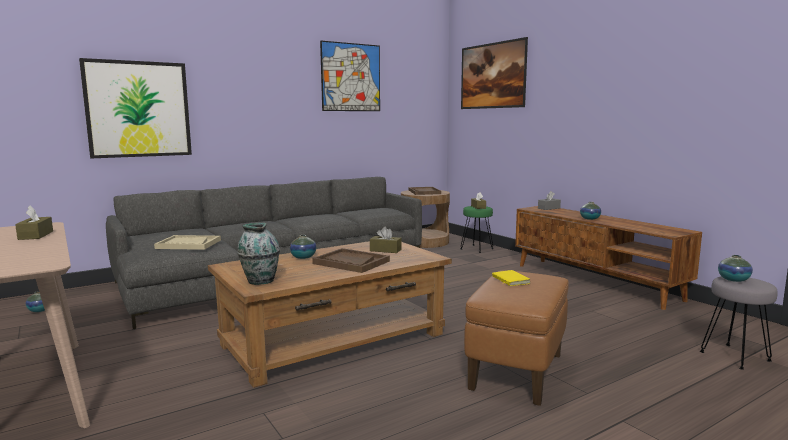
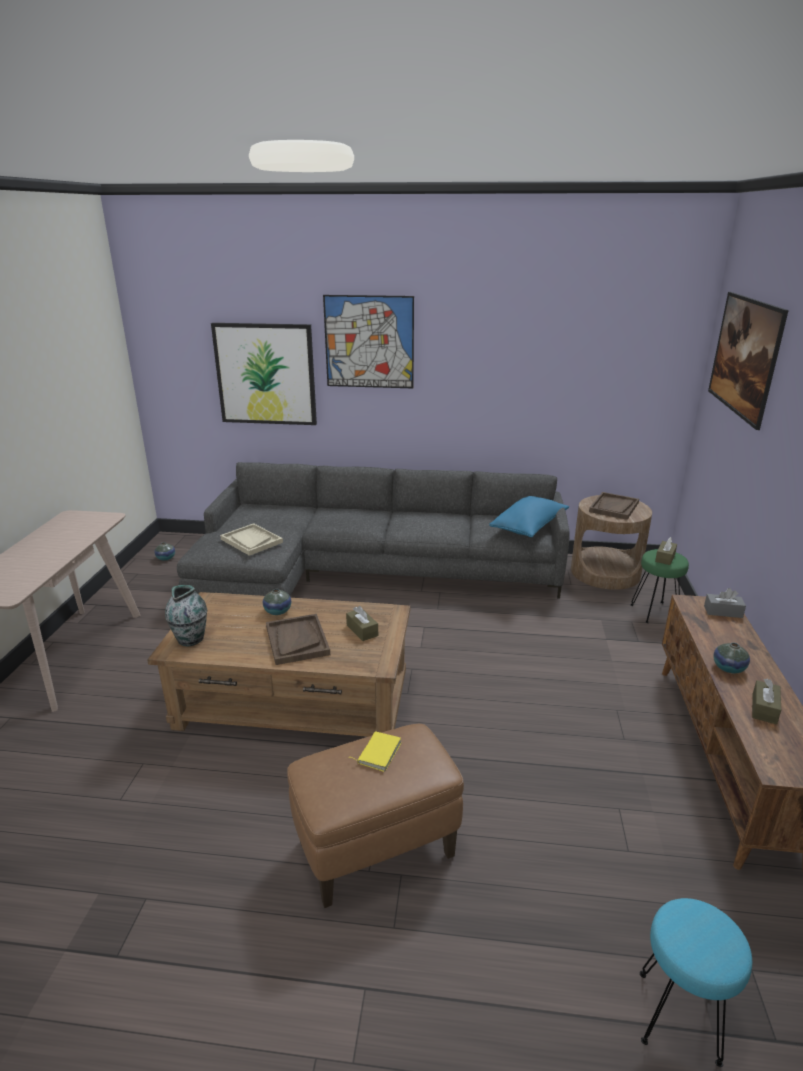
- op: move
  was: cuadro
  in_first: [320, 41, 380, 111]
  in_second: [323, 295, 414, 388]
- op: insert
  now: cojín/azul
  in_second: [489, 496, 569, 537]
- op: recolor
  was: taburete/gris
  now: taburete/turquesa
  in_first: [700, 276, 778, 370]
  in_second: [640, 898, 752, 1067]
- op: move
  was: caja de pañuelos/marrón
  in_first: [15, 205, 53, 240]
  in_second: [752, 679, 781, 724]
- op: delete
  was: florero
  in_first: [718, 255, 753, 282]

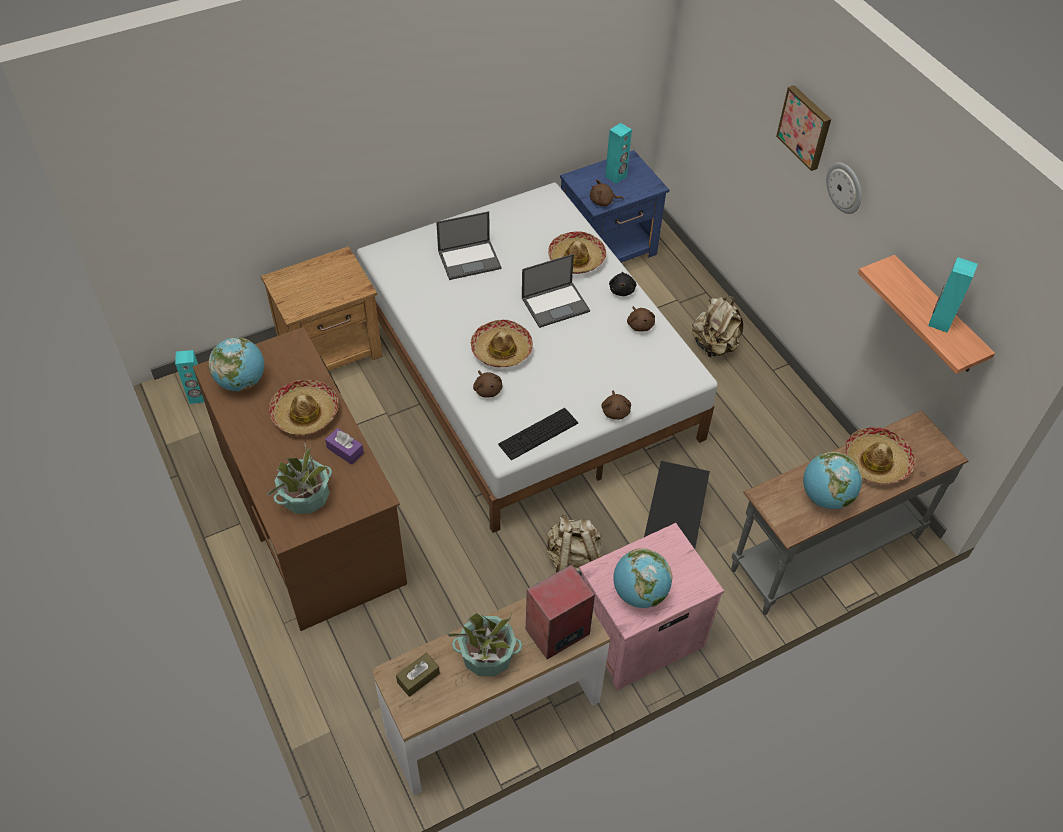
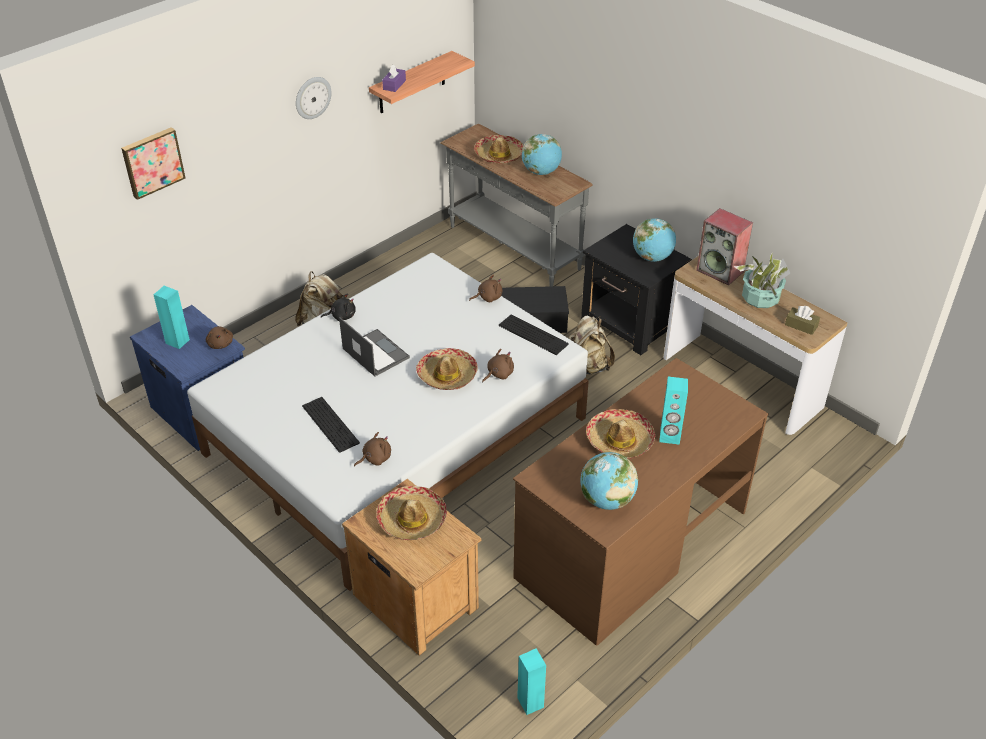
- op: move
  was: cuadro
  in_first: [776, 85, 831, 171]
  in_second: [121, 127, 185, 200]
- op: replace
  was: portátil
  now: teclado
  in_first: [436, 211, 501, 280]
  in_second: [302, 397, 360, 453]
- op: move
  was: peluche/marrón
  in_first: [627, 306, 655, 332]
  in_second: [354, 432, 391, 467]
- op: move
  was: sombrero
  in_first: [548, 231, 606, 274]
  in_second: [376, 486, 447, 540]
- op: move
  was: caja de pañuelos/morado
  in_first: [325, 428, 364, 465]
  in_second: [382, 64, 406, 92]
- op: recolor
  was: mesita de noche/rosa
  now: mesita de noche/negro
  in_first: [579, 523, 724, 690]
  in_second: [581, 224, 692, 355]
- op: move
  was: altavoz/turquesa
  in_first: [928, 257, 978, 333]
  in_second: [659, 377, 688, 445]
- op: delete
  was: planta en maceta
  in_first: [266, 443, 332, 514]

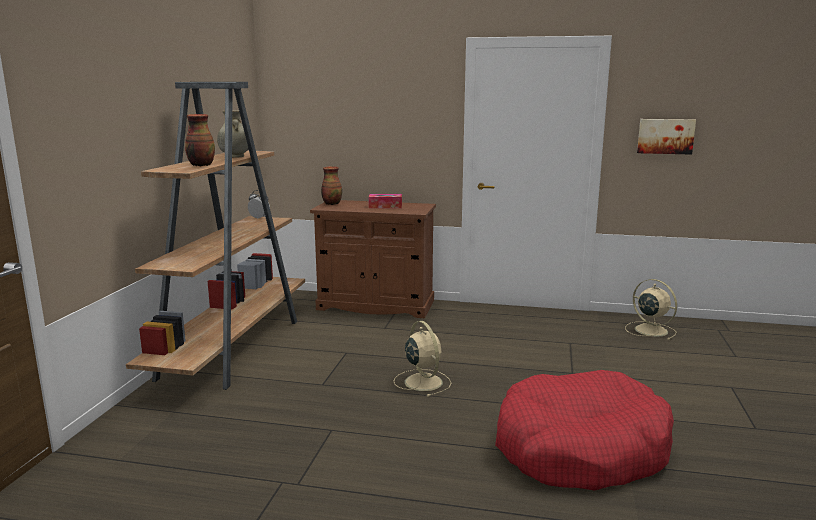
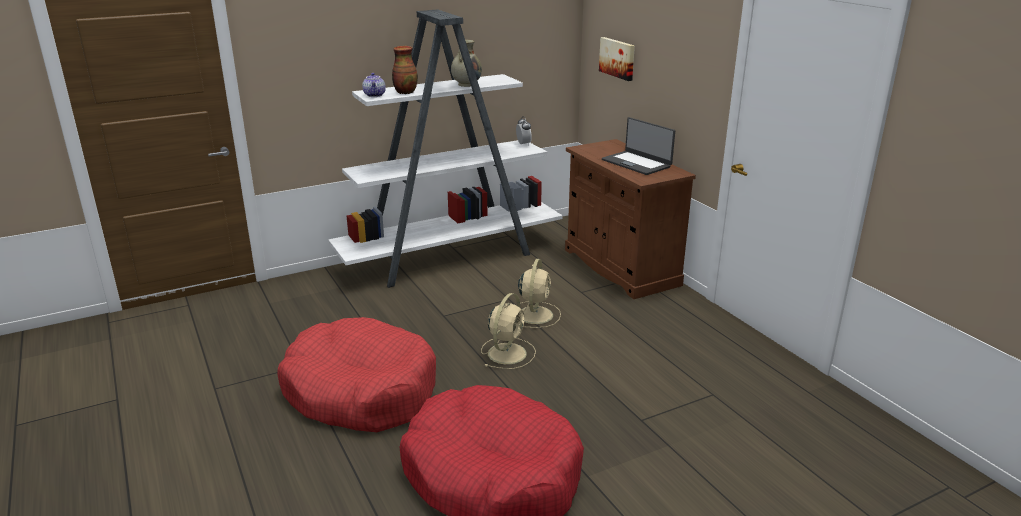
- op: insert
  now: cama para perro/rojo
  in_second: [277, 317, 436, 432]
- op: recolor
  was: estantería/marrón
  now: estantería/blanco
  in_first: [126, 82, 305, 390]
  in_second: [328, 9, 563, 288]
- op: insert
  now: tetera
  in_second: [362, 73, 386, 97]
- op: move
  was: ventilador/beis
  in_first: [625, 279, 677, 340]
  in_second: [516, 259, 561, 328]
- op: move
  was: cuadro
  in_first: [637, 119, 696, 155]
  in_second: [599, 37, 635, 81]
- op: replace
  was: caja de pañuelos
  now: portátil
  in_first: [369, 194, 402, 208]
  in_second: [602, 117, 675, 175]
- op: delete
  was: florero
  in_first: [321, 166, 342, 205]

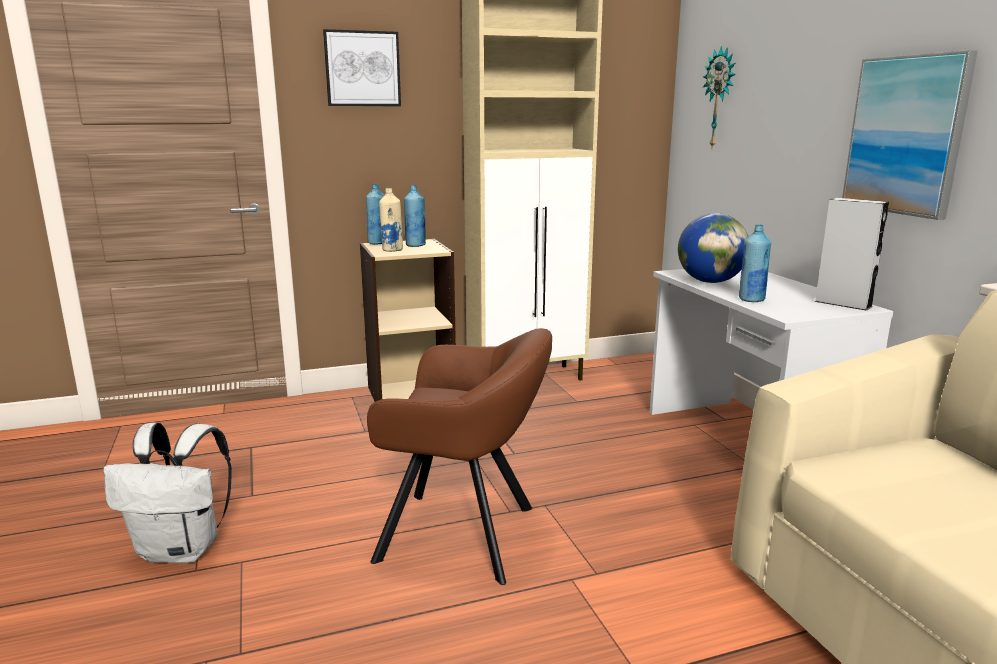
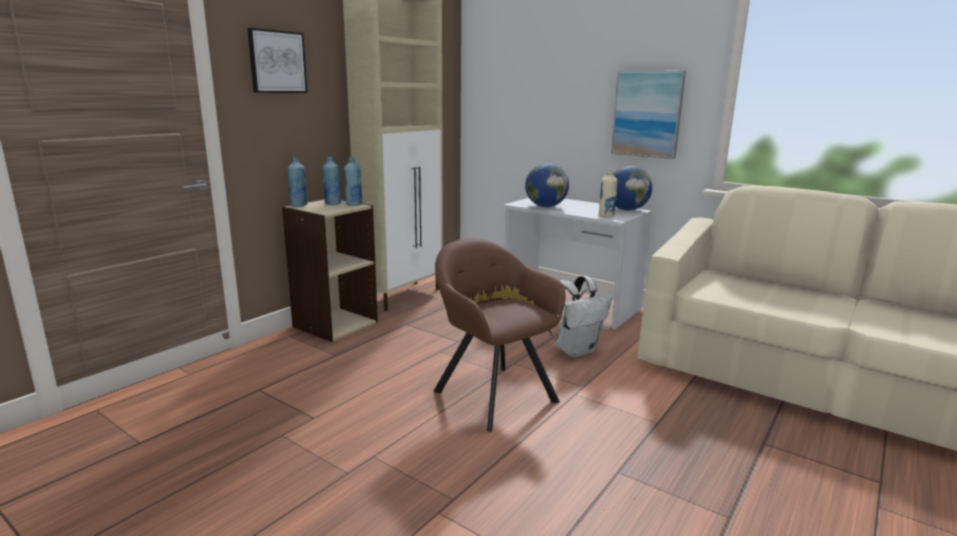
- op: move
  was: botella/azul
  in_first: [739, 225, 771, 302]
  in_second: [344, 157, 362, 206]
- op: rotate
  was: sillón/marrón
  in_first: [367, 328, 552, 585]
  in_second: [433, 238, 566, 432]
  clockwise: -105
- op: move
  was: mochila/blanco
  in_first: [103, 423, 232, 563]
  in_second: [548, 276, 612, 358]
- op: move
  was: botella/beis
  in_first: [379, 188, 403, 252]
  in_second: [599, 170, 617, 217]
- op: replace
  was: altavoz/gris
  now: globo terráqueo
  in_first: [814, 198, 889, 311]
  in_second: [613, 166, 652, 210]
- op: delete
  was: reloj de pared
  in_first: [703, 46, 736, 148]

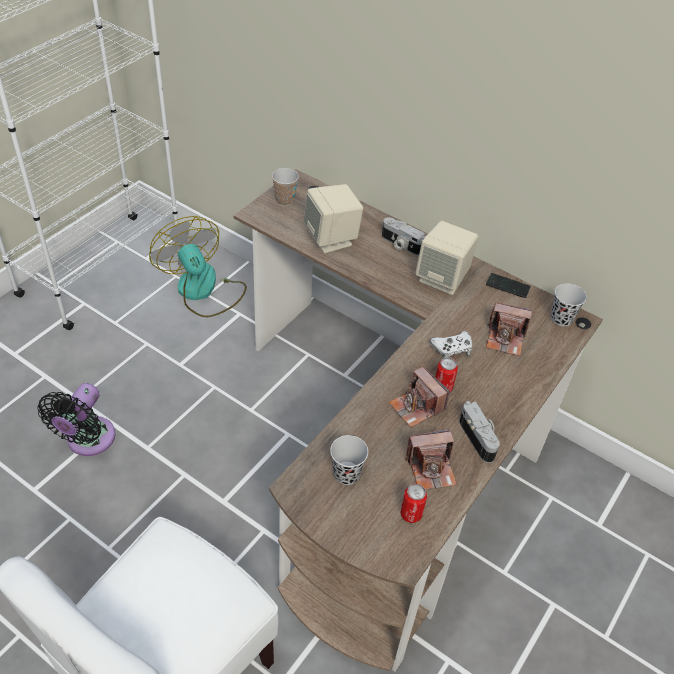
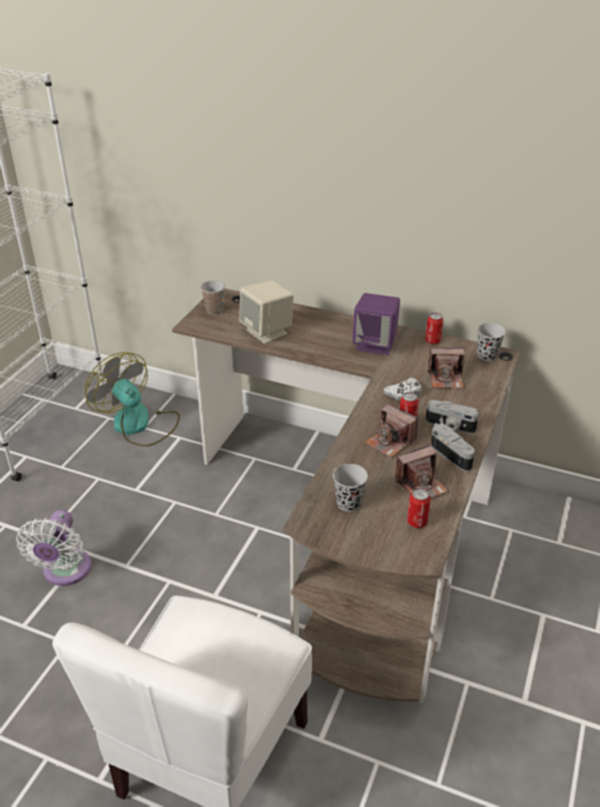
- op: recolor
  was: ventilador/negro
  now: ventilador/blanco
  in_first: [38, 383, 115, 456]
  in_second: [16, 510, 91, 586]
- op: recolor
  was: altavoz/beis
  now: altavoz/morado
  in_first: [415, 221, 478, 295]
  in_second: [352, 293, 400, 355]
- op: replace
  was: móvil
  now: lata
  in_first: [486, 273, 531, 298]
  in_second: [425, 313, 443, 344]
- op: move
  was: cámara
  in_first: [382, 217, 425, 256]
  in_second: [426, 400, 479, 434]

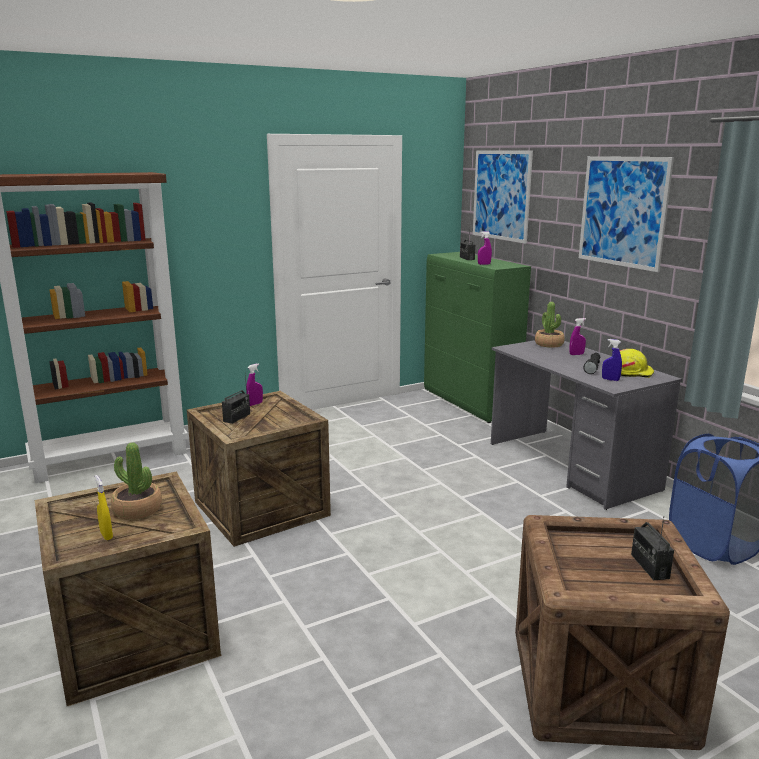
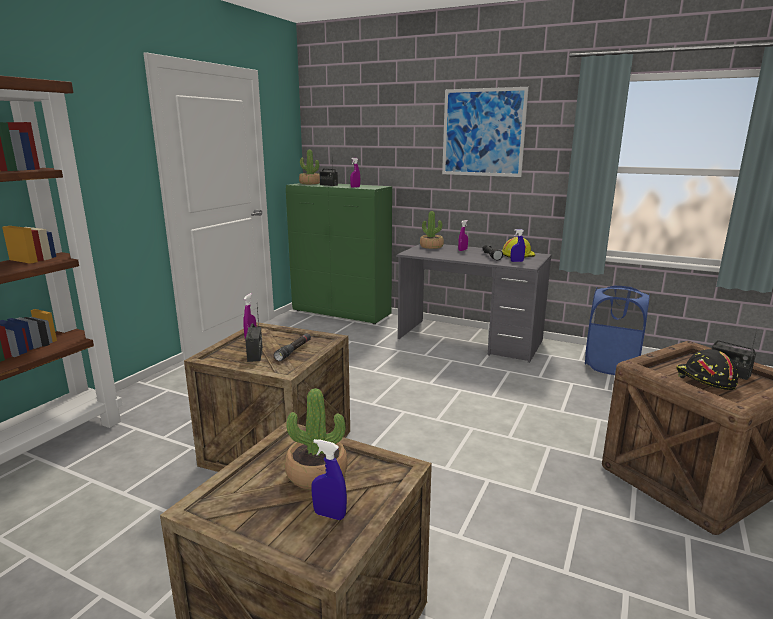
- op: insert
  now: linterna/negro
  in_second: [274, 333, 311, 361]
- op: insert
  now: planta en maceta
  in_second: [299, 150, 320, 184]
- op: recolor
  was: pulverizador/amarillo
  now: pulverizador/azul
  in_first: [95, 475, 113, 540]
  in_second: [311, 439, 347, 520]
- op: insert
  now: casco/negro
  in_second: [676, 349, 739, 390]
- op: delete
  was: cuadro
  in_first: [473, 150, 533, 244]

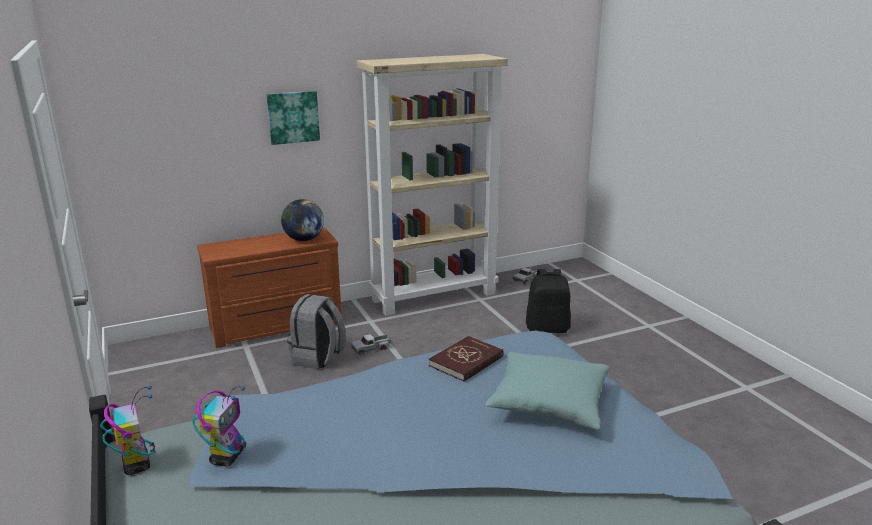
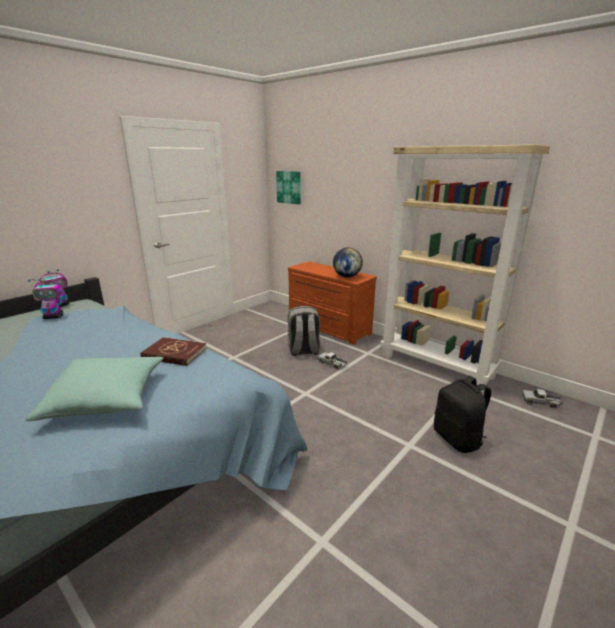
- op: move
  was: cuadro
  in_first: [266, 91, 320, 145]
  in_second: [276, 171, 301, 204]

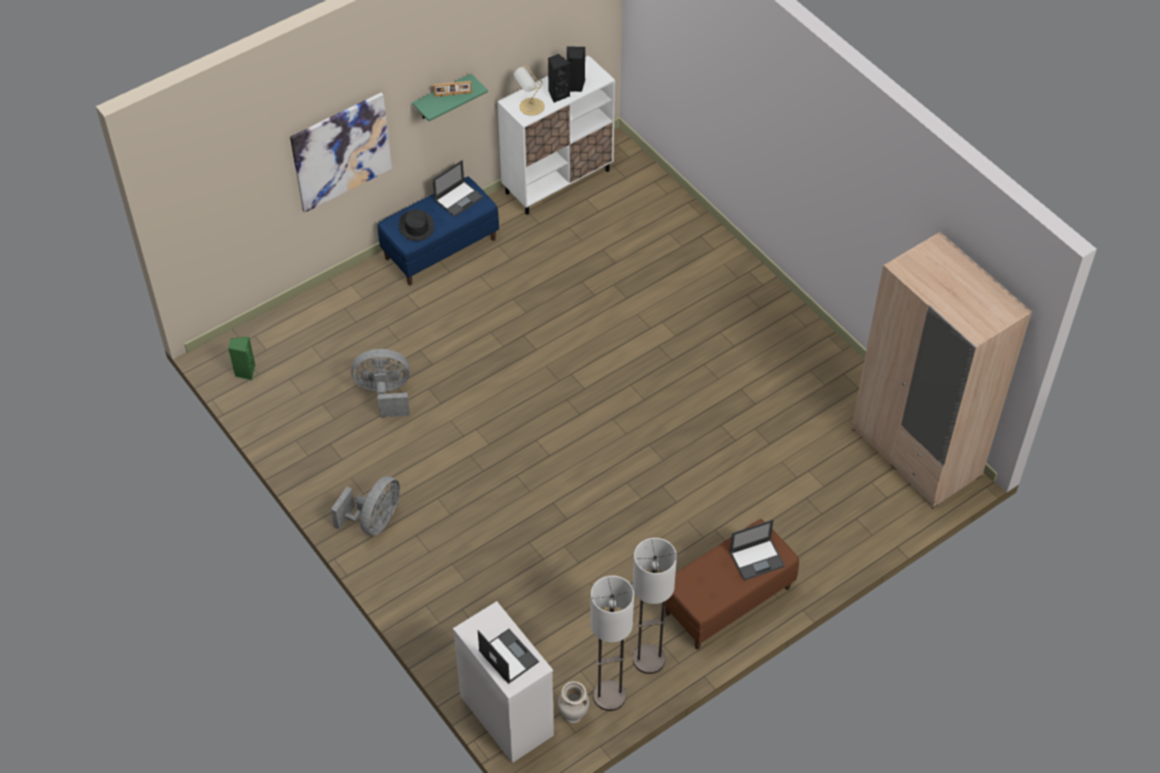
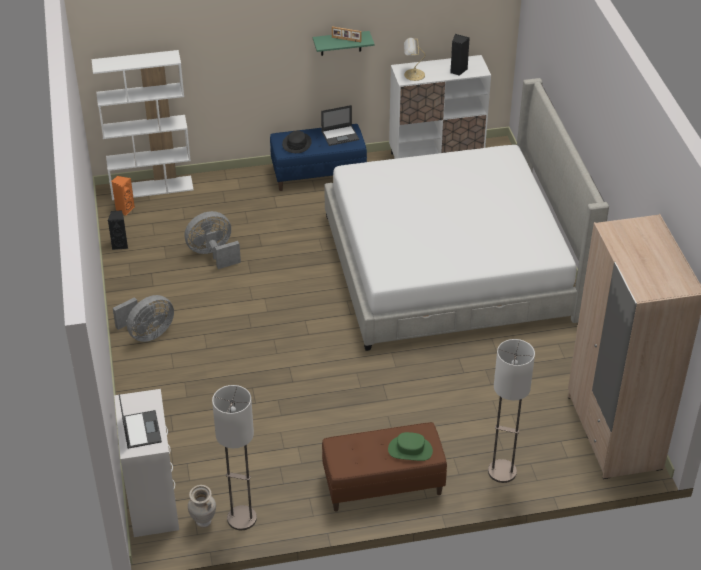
- op: insert
  now: estantería/blanco
  in_second: [91, 50, 194, 200]
- op: move
  was: altavoz/negro
  in_first: [548, 54, 570, 103]
  in_second: [108, 210, 128, 250]
- op: recolor
  was: altavoz/verde
  now: altavoz/naranja
  in_first: [228, 337, 255, 380]
  in_second: [112, 175, 135, 216]
- op: rotate
  was: ventilador/gris
  in_first: [351, 349, 410, 417]
  in_second: [185, 211, 241, 269]
  clockwise: -45
- op: insert
  now: cama
  in_second: [324, 78, 609, 351]
- op: replace
  was: portátil
  now: sombrero/verde
  in_first: [730, 520, 785, 581]
  in_second: [388, 432, 433, 461]
- op: move
  was: lámpara de pie
  in_first: [633, 538, 677, 674]
  in_second: [488, 339, 535, 483]
- op: delete
  was: cuadro
  in_first: [290, 93, 392, 213]

